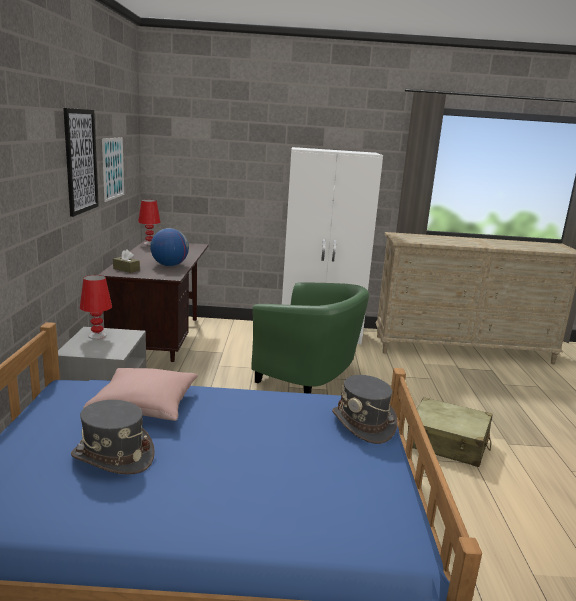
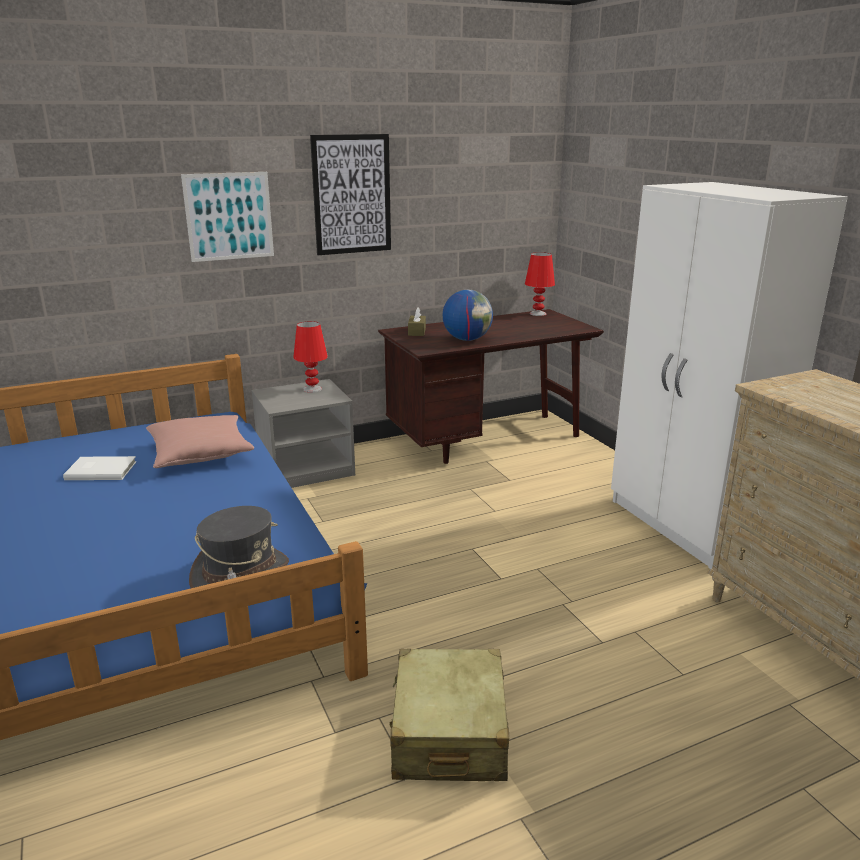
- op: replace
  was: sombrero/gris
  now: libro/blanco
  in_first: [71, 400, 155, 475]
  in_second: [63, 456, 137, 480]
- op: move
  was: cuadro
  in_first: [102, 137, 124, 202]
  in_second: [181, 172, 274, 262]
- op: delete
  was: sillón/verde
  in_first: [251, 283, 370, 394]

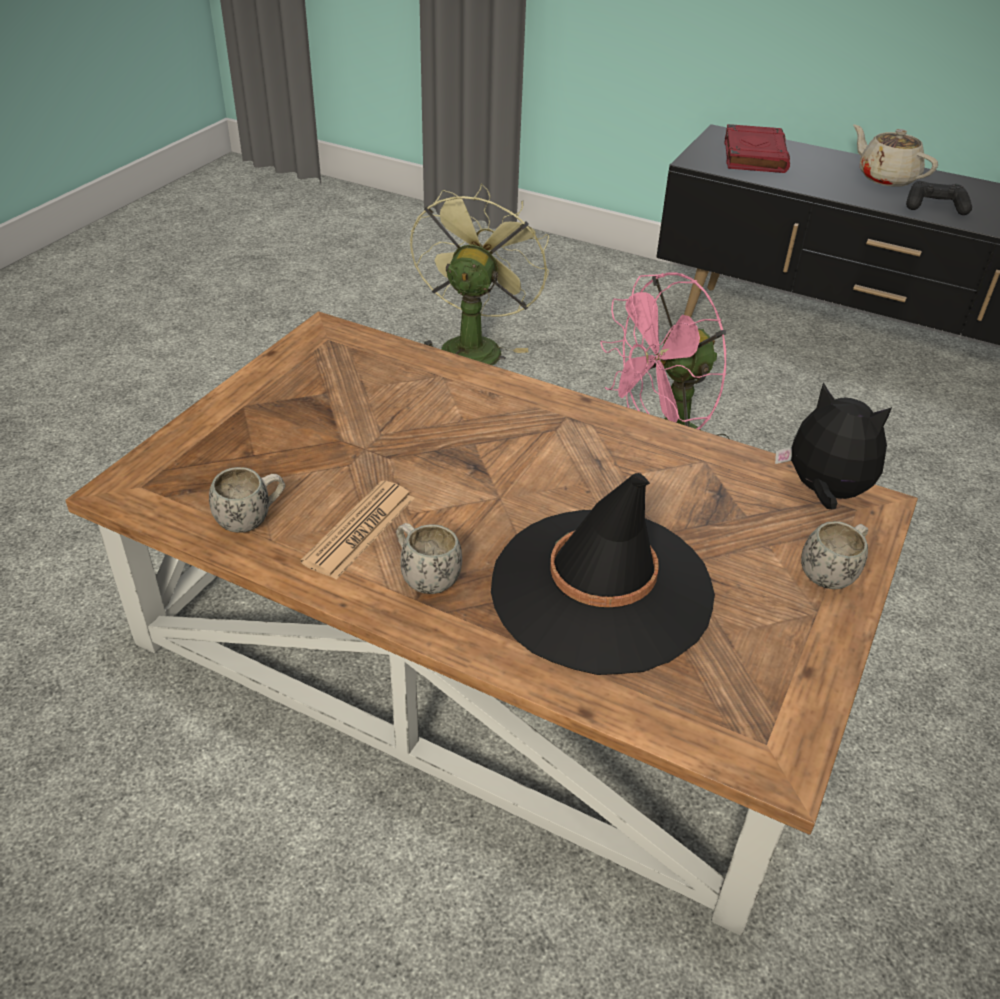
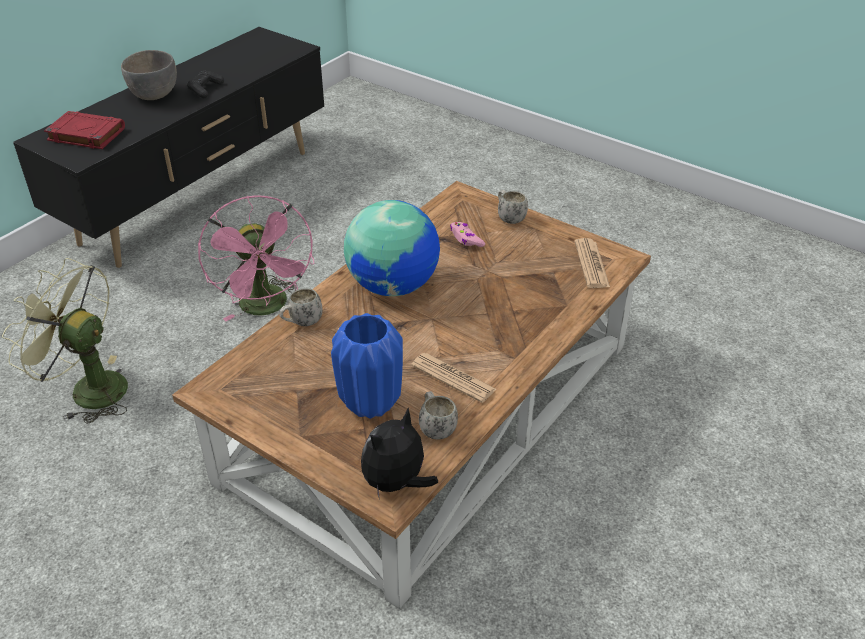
- op: replace
  was: tetera/beis
  now: cuenco/gris
  in_first: [853, 124, 938, 187]
  in_second: [121, 50, 177, 100]
- op: move
  was: taza grande/blanco
  in_first: [396, 523, 462, 594]
  in_second: [279, 288, 323, 326]
- op: insert
  now: florero/azul
  in_second: [331, 313, 403, 419]
- op: insert
  now: globo terráqueo
  in_second: [344, 200, 440, 296]
- op: move
  was: peluche
  in_first: [775, 383, 892, 509]
  in_second: [361, 408, 438, 500]
- op: insert
  now: mando de consola/rosa
  in_second: [450, 222, 485, 247]
- op: insert
  now: periódico
  in_second: [574, 238, 610, 288]
- op: delete
  was: sombrero/negro
  in_first: [491, 473, 715, 675]

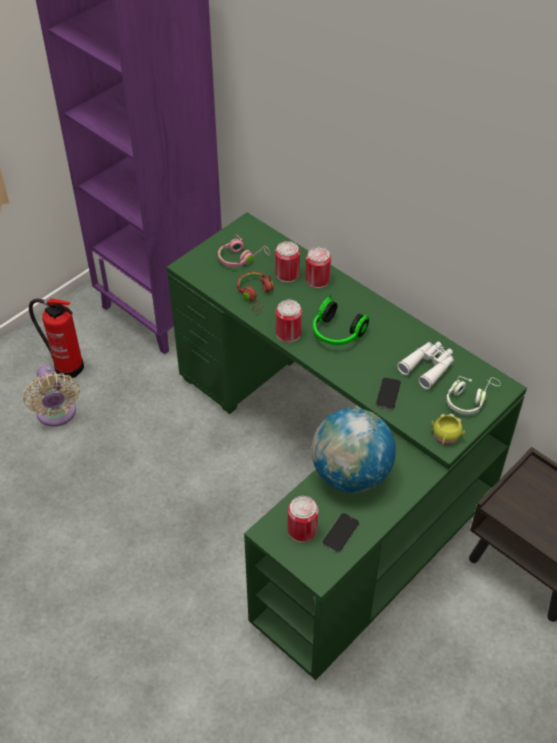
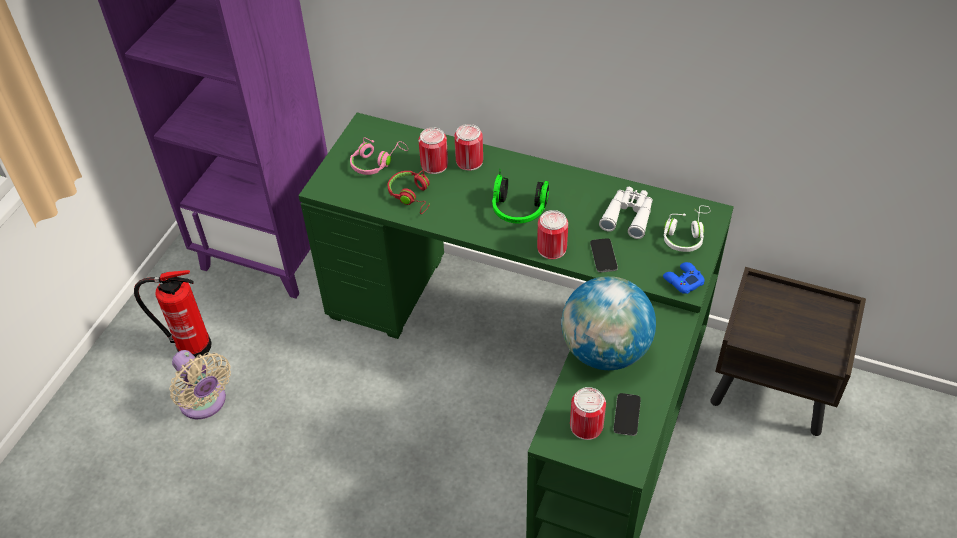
- op: move
  was: lata
  in_first: [276, 300, 302, 342]
  in_second: [537, 210, 568, 259]
- op: replace
  was: taza grande/amarillo
  now: mando de consola/azul
  in_first: [431, 414, 465, 445]
  in_second: [663, 262, 705, 294]

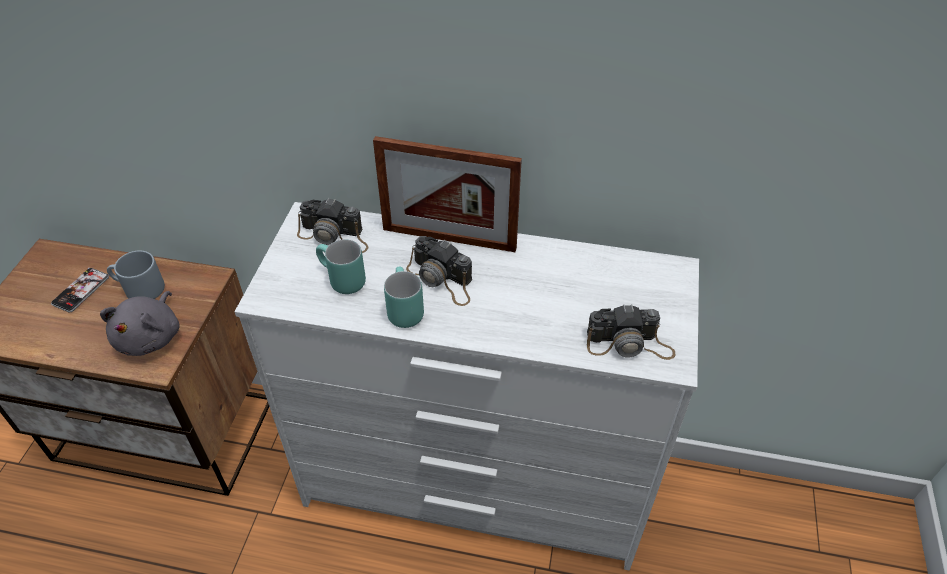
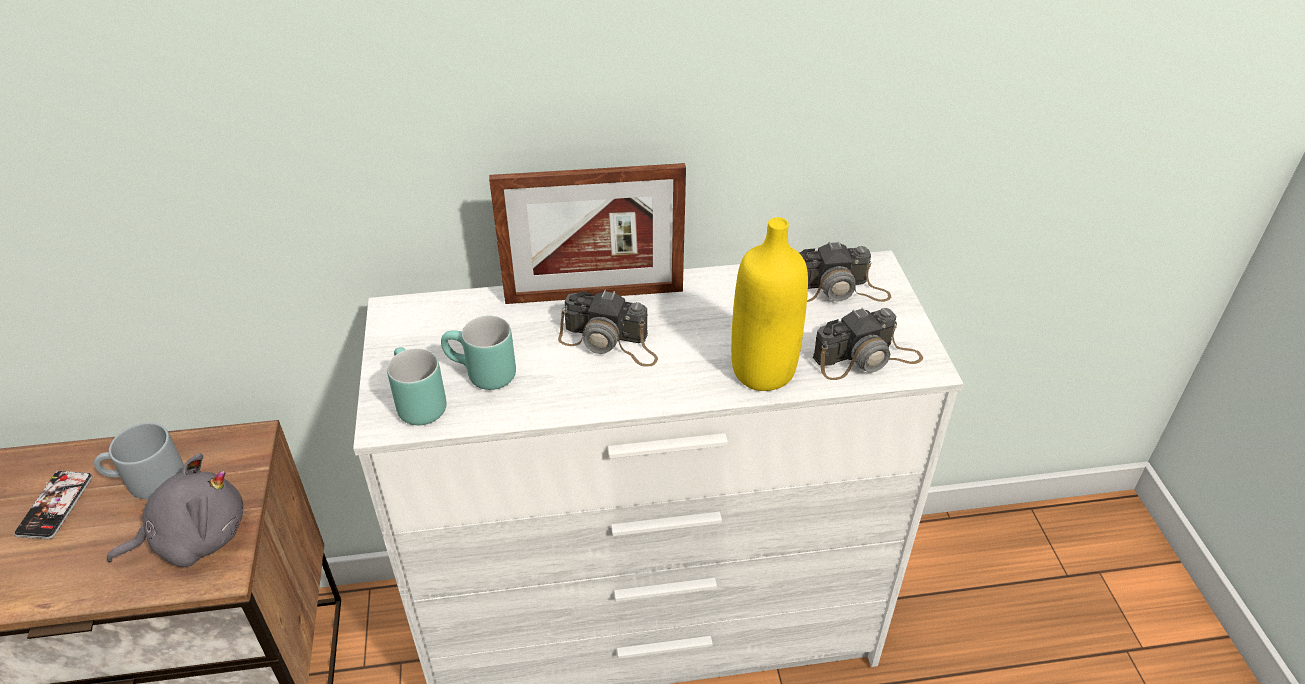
- op: rotate
  was: peluche/gris
  in_first: [100, 291, 179, 356]
  in_second: [107, 453, 244, 567]
  clockwise: -105
- op: move
  was: taza grande/turquesa
  in_first: [384, 267, 424, 328]
  in_second: [387, 347, 447, 425]
- op: insert
  now: botella/amarillo
  in_second: [731, 217, 808, 391]
- op: move
  was: cámara
  in_first: [297, 198, 368, 253]
  in_second: [798, 241, 892, 302]

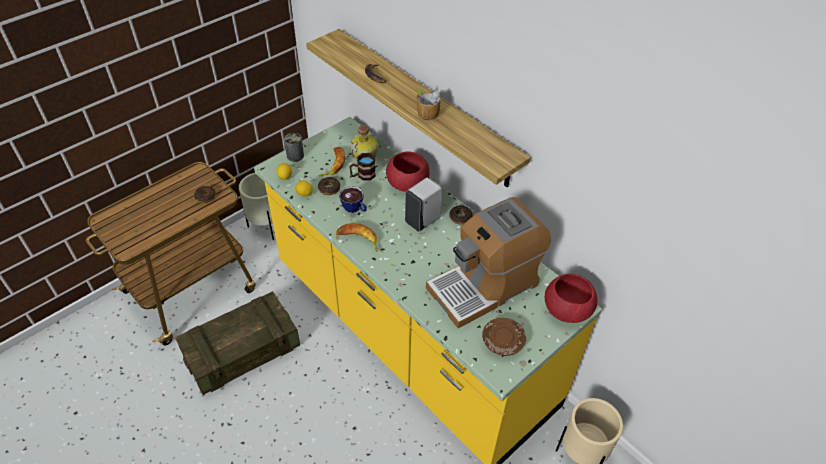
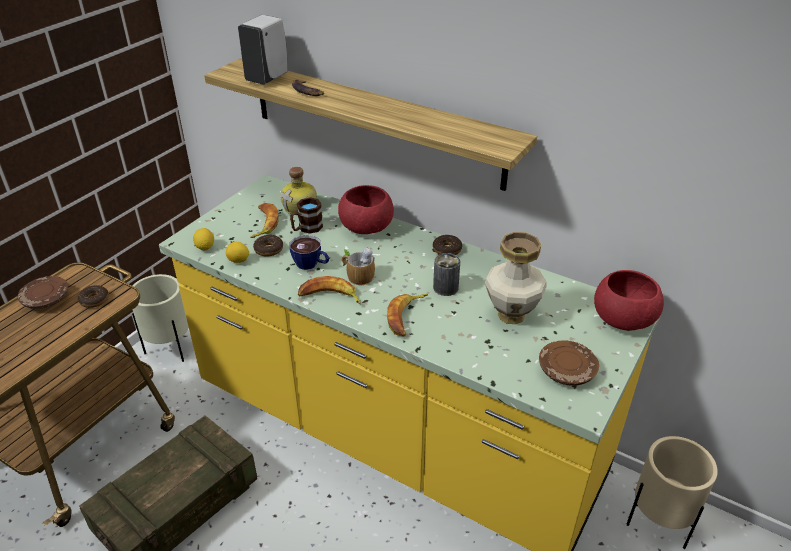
- op: insert
  now: plato/marrón
  in_second: [17, 276, 68, 309]
- op: move
  was: dispensador de jabón/blanco
  in_first: [405, 177, 442, 232]
  in_second: [238, 15, 287, 85]
- op: move
  was: taza grande
  in_first: [416, 89, 441, 121]
  in_second: [342, 247, 375, 285]
- op: insert
  now: plátano
  in_second: [387, 294, 428, 336]
- op: move
  was: lata
  in_first: [284, 133, 304, 162]
  in_second: [433, 253, 460, 296]
- op: replace
  was: cafetera
  now: florero
  in_first: [426, 197, 551, 328]
  in_second: [485, 232, 547, 324]

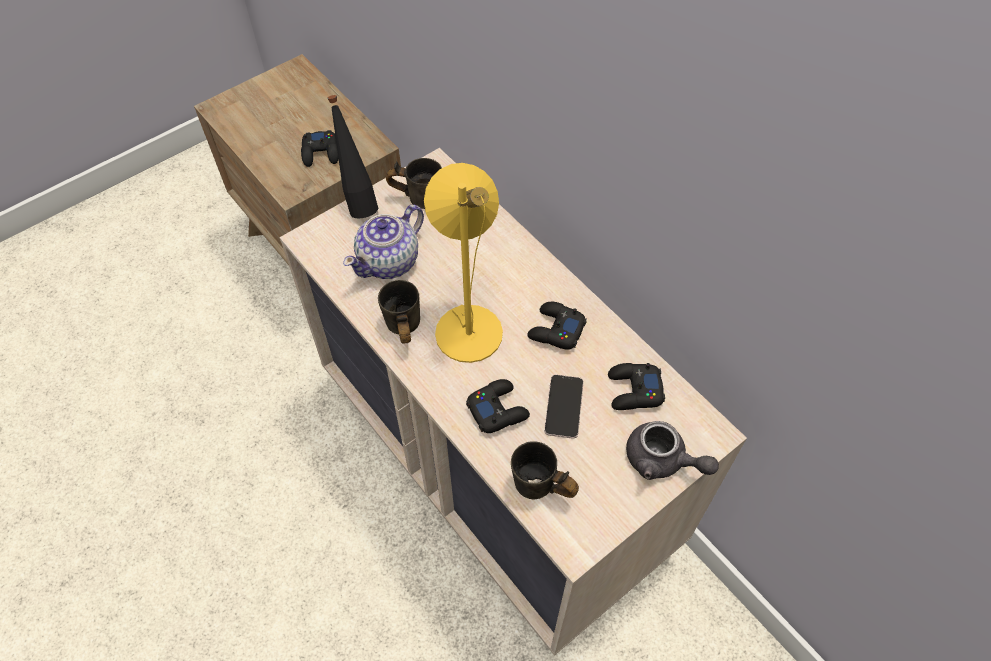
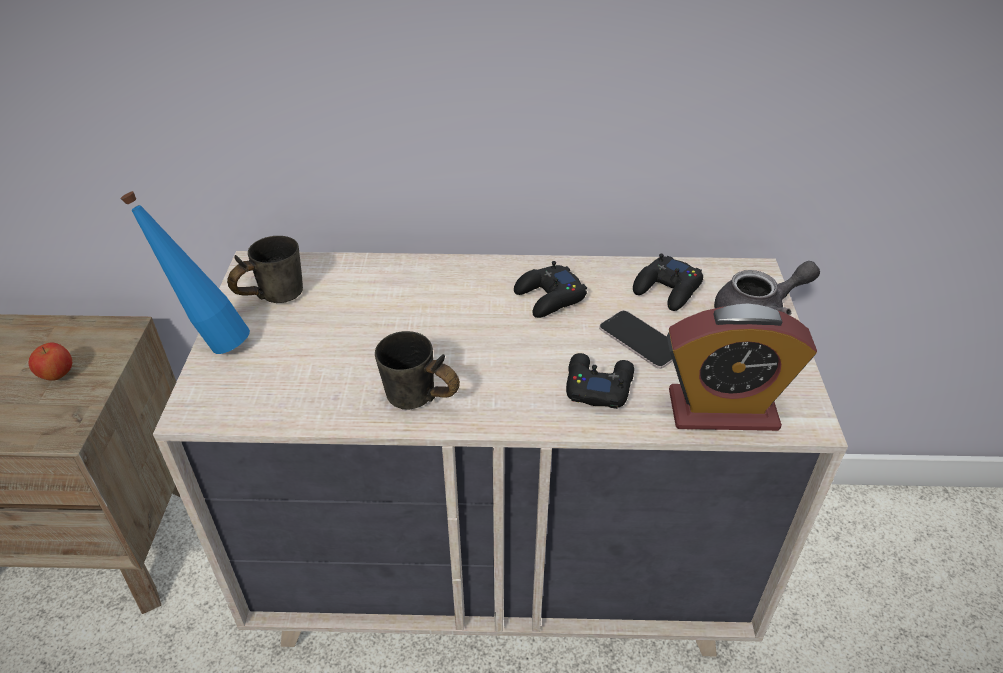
- op: replace
  was: mando de consola/negro
  now: manzana
  in_first: [301, 130, 339, 167]
  in_second: [29, 343, 72, 381]
- op: recolor
  was: botella/negro
  now: botella/azul
  in_first: [327, 95, 378, 218]
  in_second: [121, 191, 250, 354]
- op: replace
  was: taza grande/gris
  now: despertador
  in_first: [511, 441, 579, 500]
  in_second: [667, 303, 817, 431]
- op: delete
  was: tetera
  in_first: [343, 205, 424, 279]
- op: delete
  was: lámpara de mesa/amarillo
  in_first: [424, 163, 503, 363]

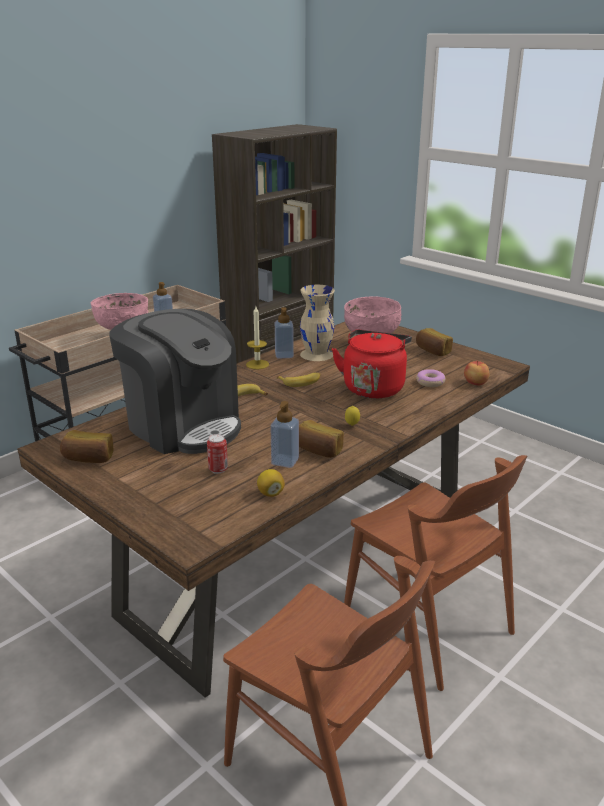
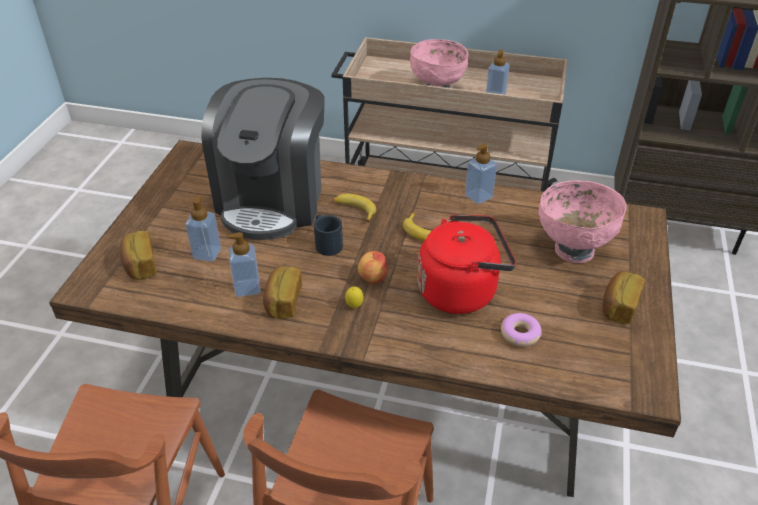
- op: move
  was: pan
  in_first: [60, 430, 114, 463]
  in_second: [120, 231, 157, 280]
- op: replace
  was: lata
  now: dispensador de jabón
  in_first: [207, 434, 228, 474]
  in_second: [185, 195, 221, 262]
- op: insert
  now: taza grande/negro
  in_second: [314, 214, 343, 256]
- op: move
  was: manzana
  in_first: [464, 360, 489, 385]
  in_second: [358, 251, 388, 284]
- op: delete
  was: vela
  in_first: [246, 306, 269, 369]
- op: delete
  was: limón
  in_first: [257, 469, 285, 497]
- op: delete
  was: florero/beis
  in_first: [300, 285, 335, 361]

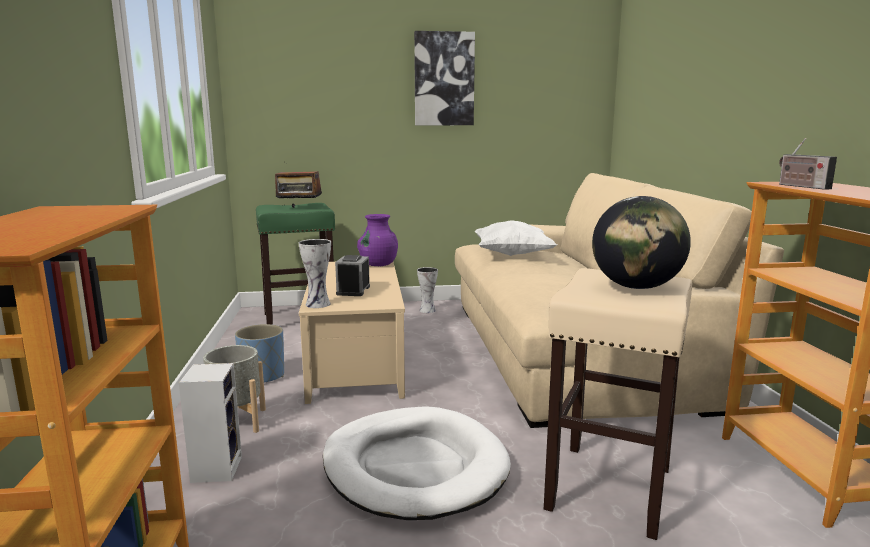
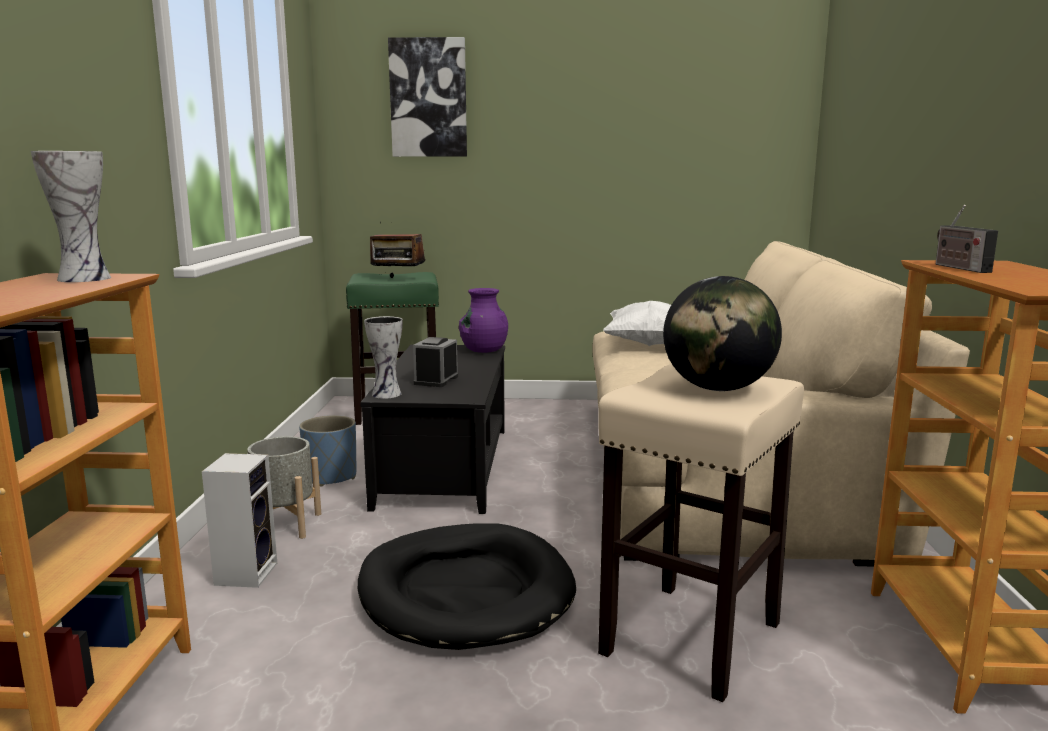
- op: move
  was: florero
  in_first: [417, 267, 438, 313]
  in_second: [31, 151, 111, 282]
- op: recolor
  was: cama para perro/blanco
  now: cama para perro/negro
  in_first: [323, 406, 511, 520]
  in_second: [358, 523, 576, 650]
- op: recolor
  was: mesa de centro/beis
  now: mesa de centro/negro
  in_first: [299, 262, 405, 404]
  in_second: [360, 345, 505, 514]
- op: move
  was: cuadro
  in_first: [414, 31, 475, 125]
  in_second: [388, 37, 467, 157]

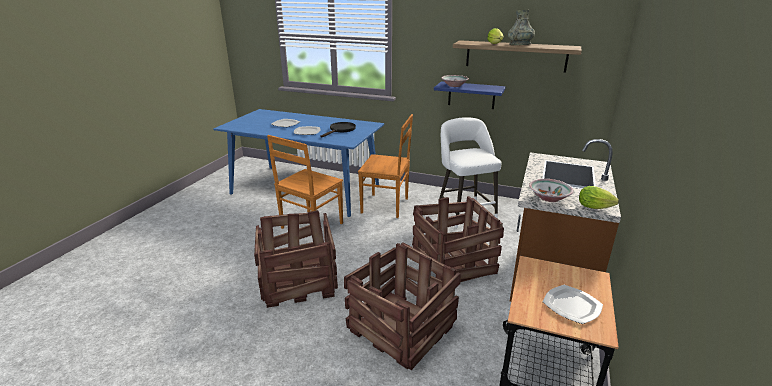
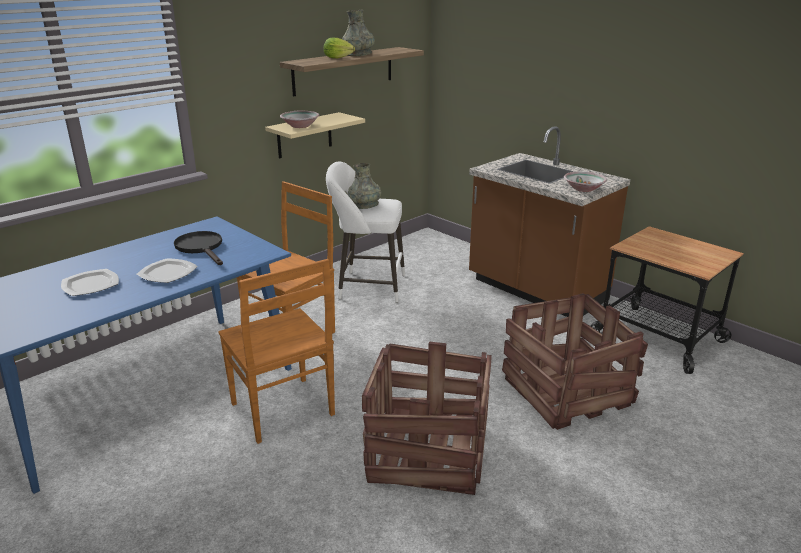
- op: recolor
  was: estante/azul
  now: estante/beis
  in_first: [434, 81, 506, 109]
  in_second: [265, 112, 365, 158]
- op: insert
  now: florero/gris
  in_second: [348, 163, 381, 209]
- op: delete
  was: caja de embalaje
  in_first: [412, 196, 504, 282]
- op: delete
  was: plato
  in_first: [543, 285, 603, 324]
- op: delete
  was: lechuga
  in_first: [579, 186, 619, 209]

